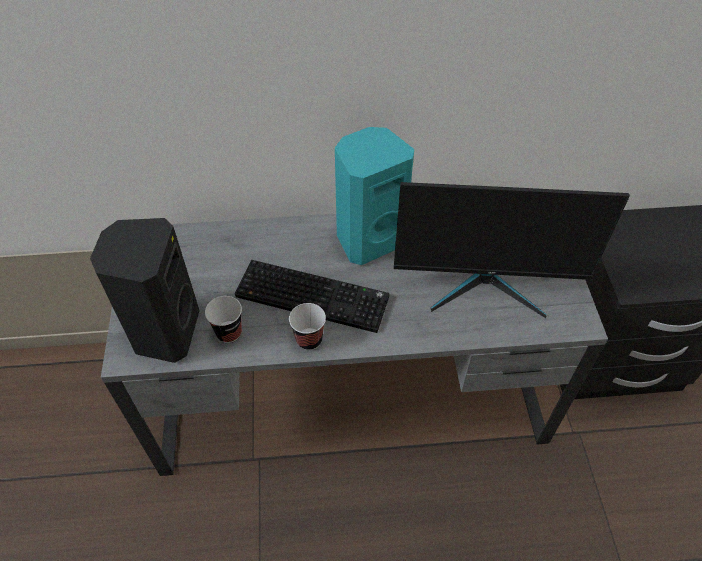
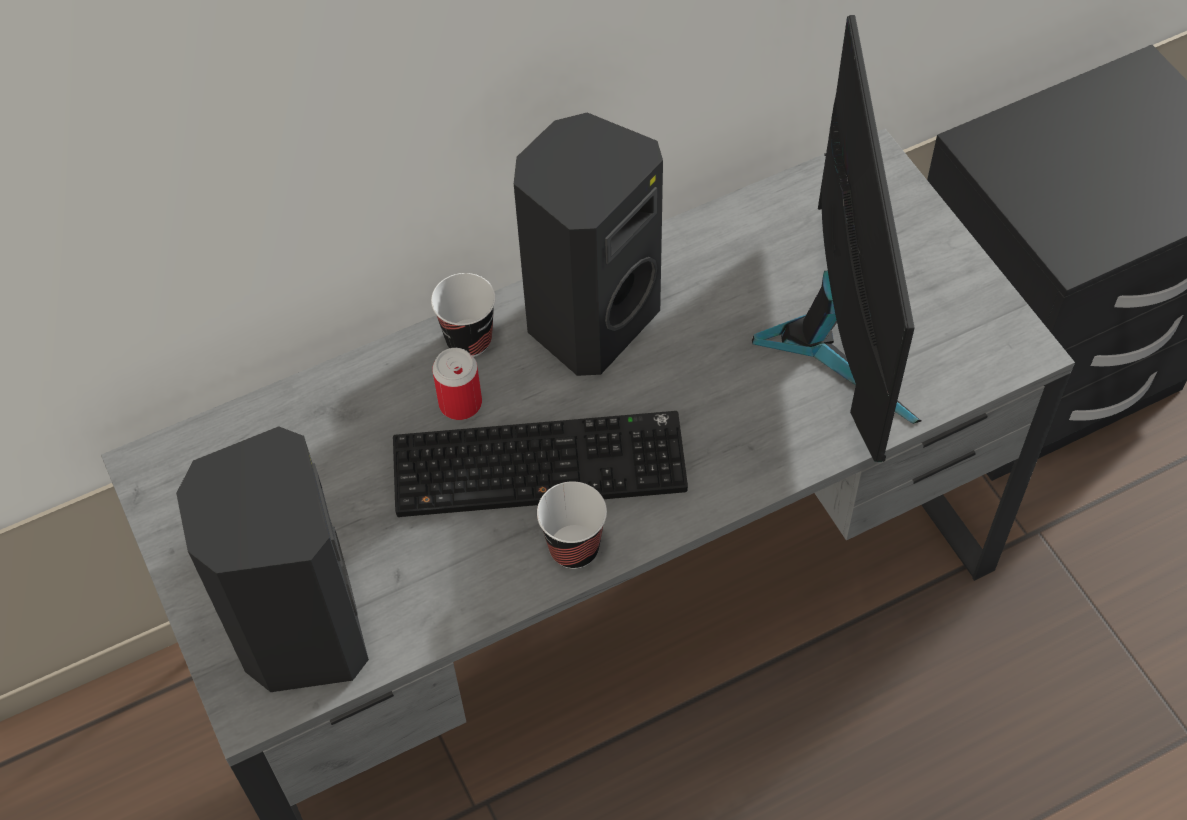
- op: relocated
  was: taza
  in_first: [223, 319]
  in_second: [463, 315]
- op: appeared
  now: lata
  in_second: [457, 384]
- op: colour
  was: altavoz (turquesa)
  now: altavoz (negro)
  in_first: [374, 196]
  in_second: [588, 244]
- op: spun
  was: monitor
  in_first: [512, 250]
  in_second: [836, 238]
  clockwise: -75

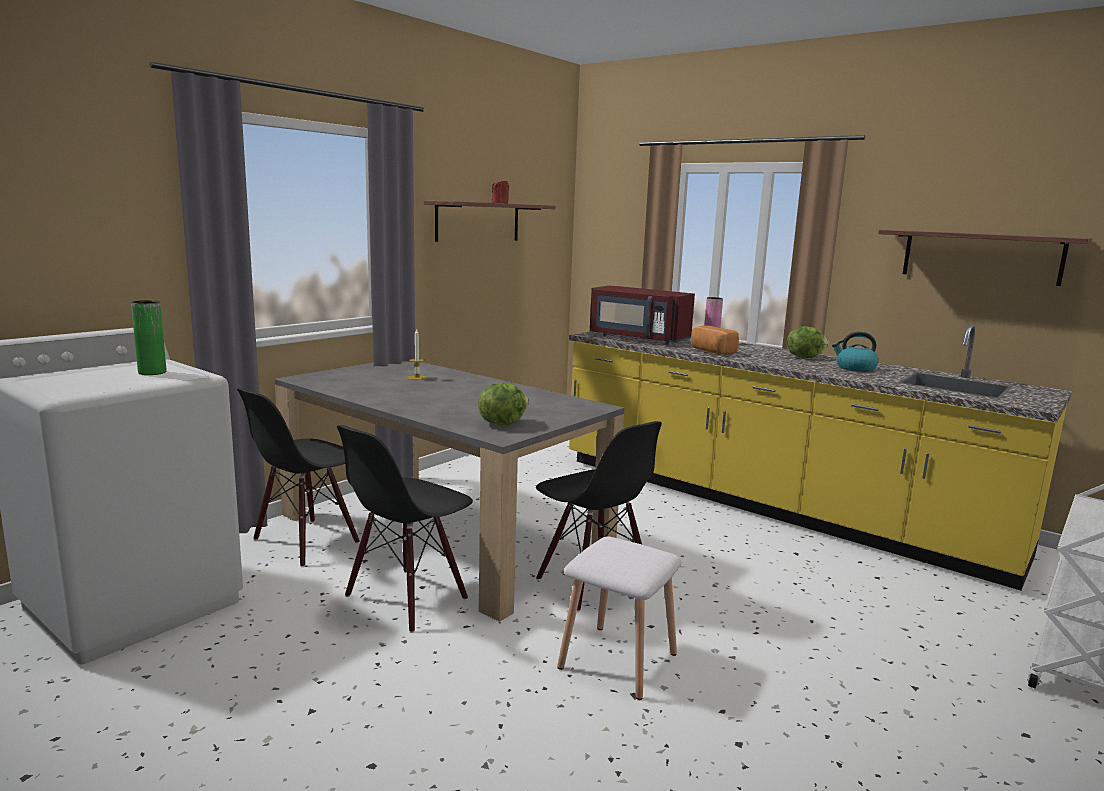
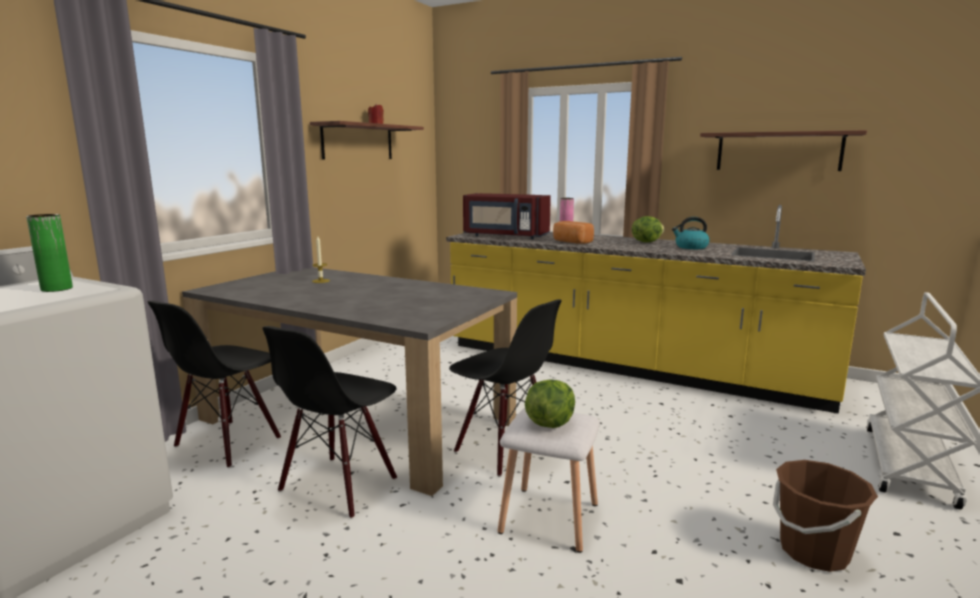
- op: relocated
  was: lechuga
  in_first: [503, 404]
  in_second: [550, 403]
- op: appeared
  now: cubo (marrón)
  in_second: [825, 516]

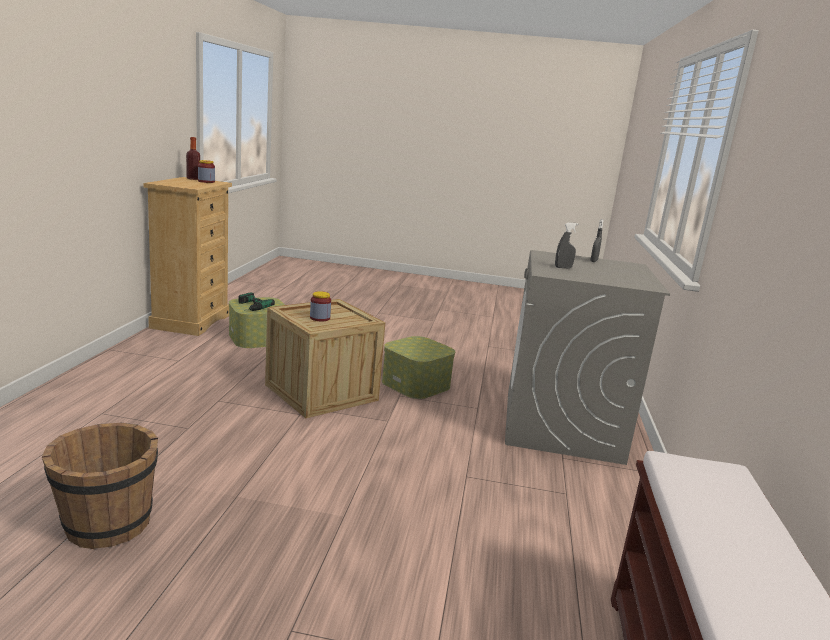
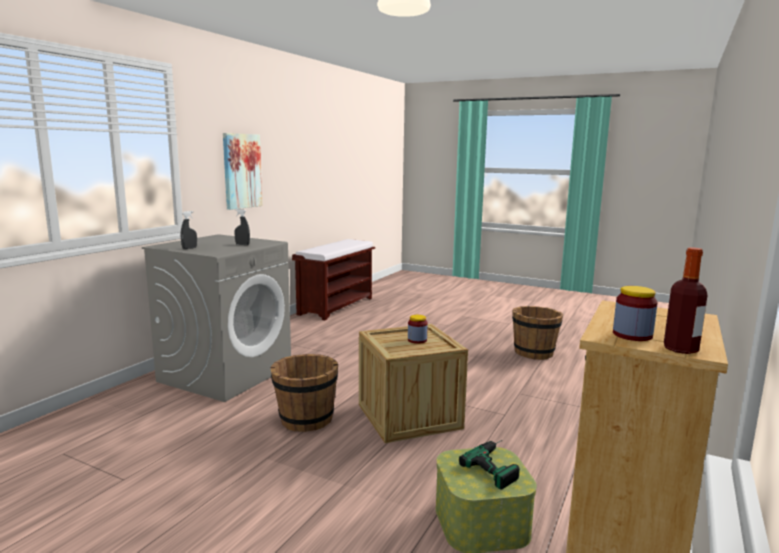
- op: appeared
  now: cuadro
  in_second: [243, 171]
- op: exchanged
  was: caja de almacenaje
  now: cubo (marrón)
  in_first: [418, 367]
  in_second: [304, 393]

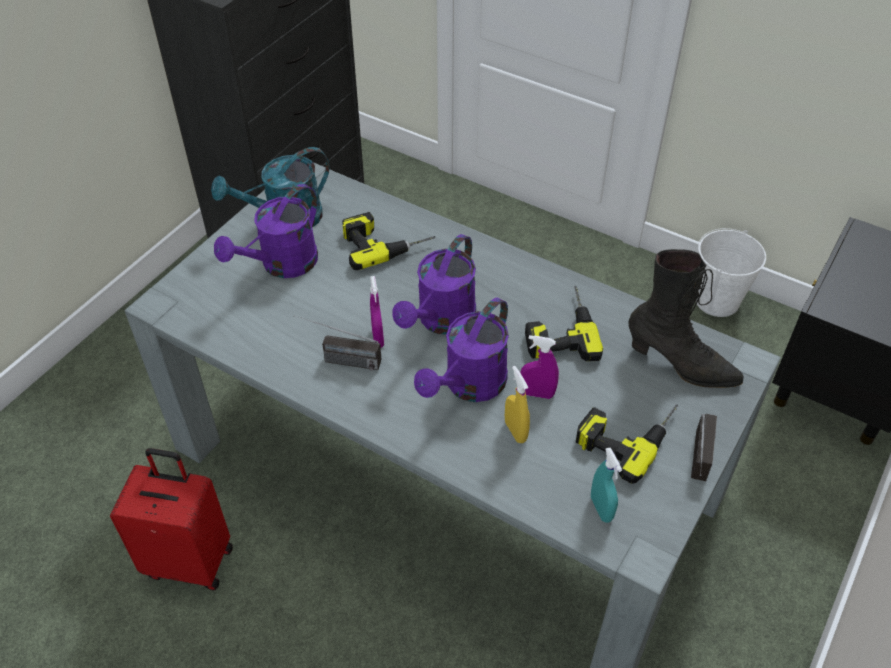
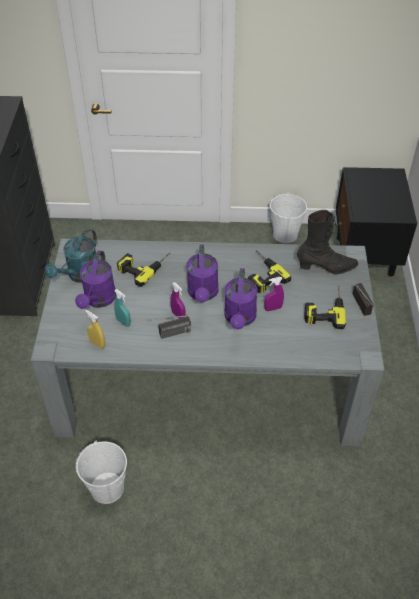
- op: exchanged
  was: maleta (rojo)
  now: cubo (blanco)
  in_first: [171, 519]
  in_second: [101, 472]
- op: relocated
  was: pulverizador (amarillo)
  in_first: [517, 404]
  in_second: [95, 329]
- op: relocated
  was: pulverizador (turquesa)
  in_first: [606, 485]
  in_second: [122, 308]

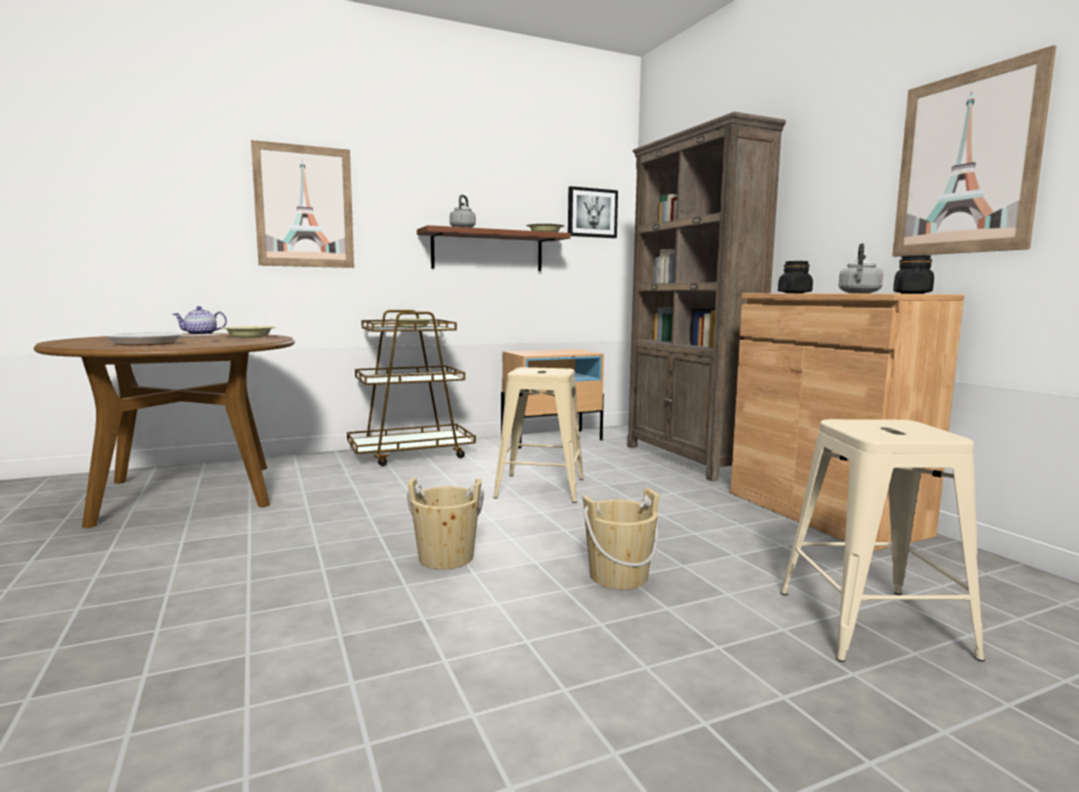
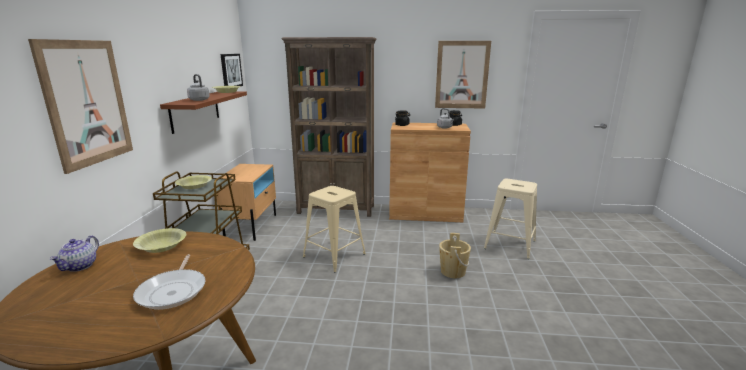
- op: missing
  was: cubo (beis)
  in_first: [445, 523]

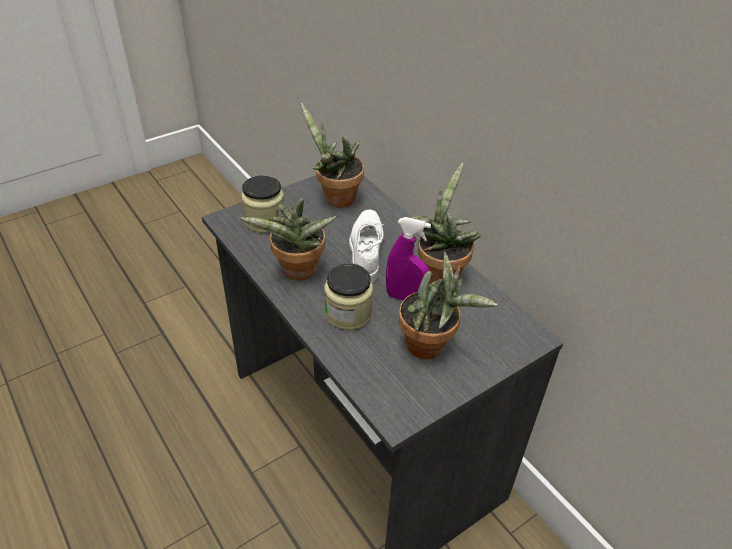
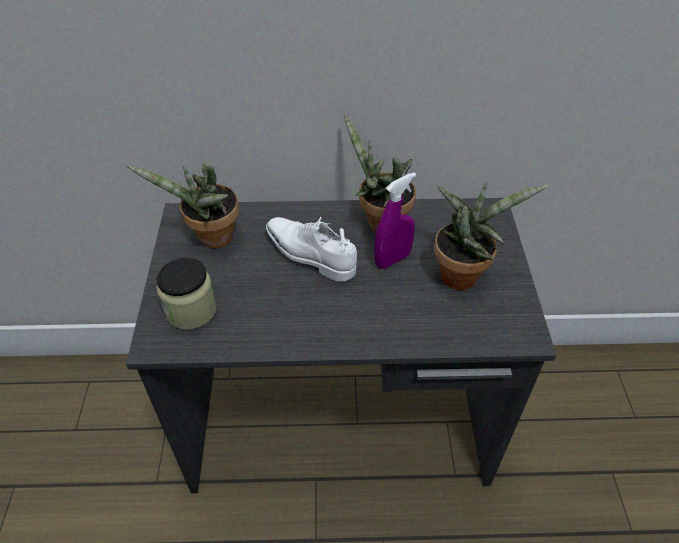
- op: missing
  was: planta en maceta
  in_first: [288, 239]
- op: missing
  was: tarro
  in_first: [349, 296]

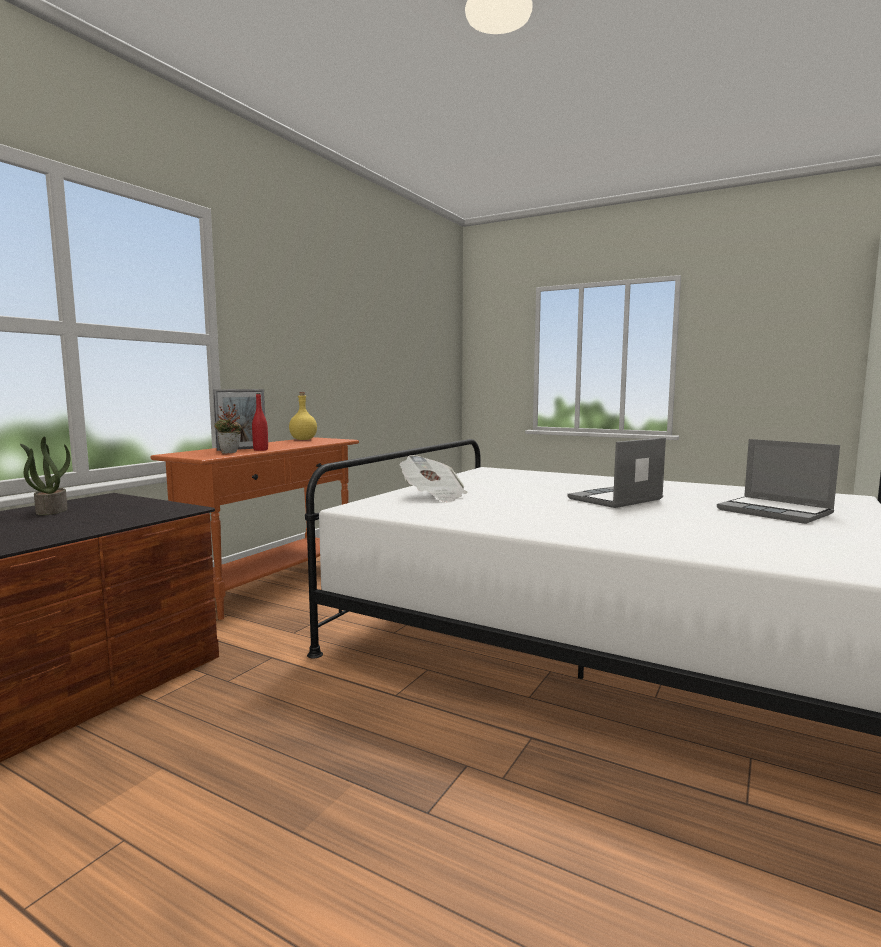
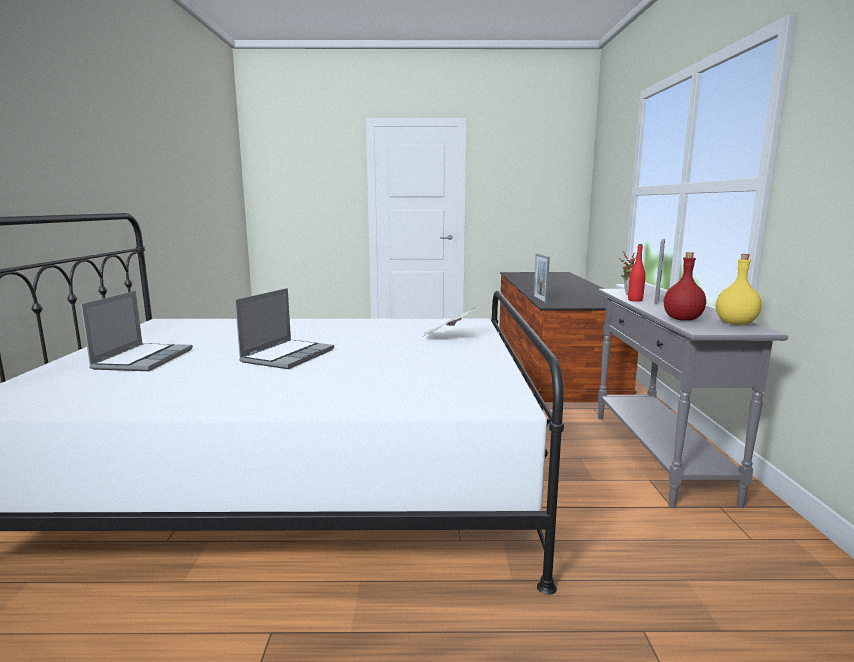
- op: spun
  was: portátil
  in_first: [778, 481]
  in_second: [136, 331]
  clockwise: 75
- op: appeared
  now: portarretratos
  in_second: [542, 278]
- op: colour
  was: mesa consola (naranja)
  now: mesa consola (gris)
  in_first: [254, 528]
  in_second: [693, 398]
- op: appeared
  now: botella (rojo)
  in_second: [685, 286]
- op: missing
  was: planta en maceta
  in_first: [45, 475]

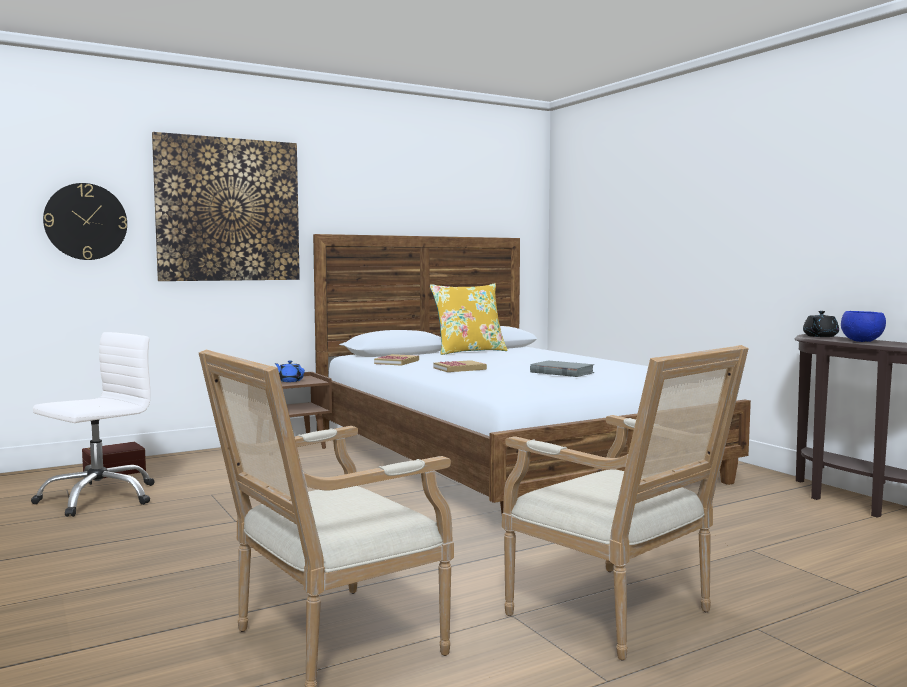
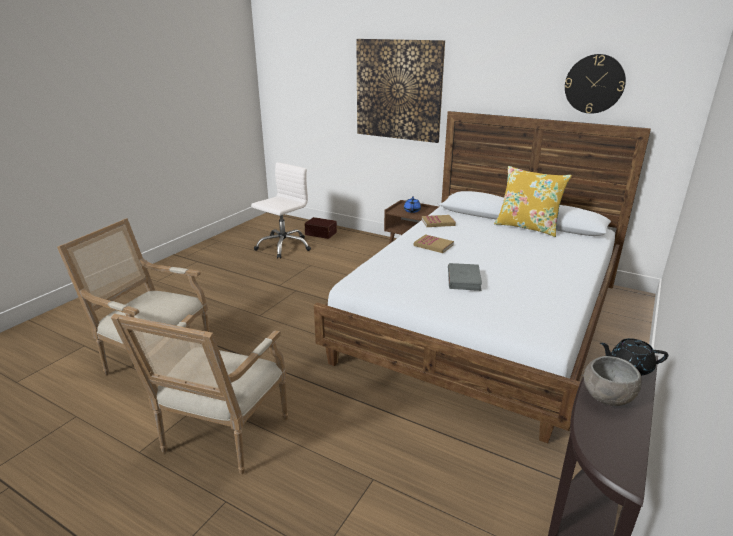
- op: spun
  was: silla de oficina (blanco)
  in_first: [92, 424]
  in_second: [281, 210]
  clockwise: -60
- op: relocated
  was: reloj de pared
  in_first: [85, 221]
  in_second: [595, 84]
- op: colour
  was: cuenco (azul)
  now: cuenco (gris)
  in_first: [863, 326]
  in_second: [613, 381]

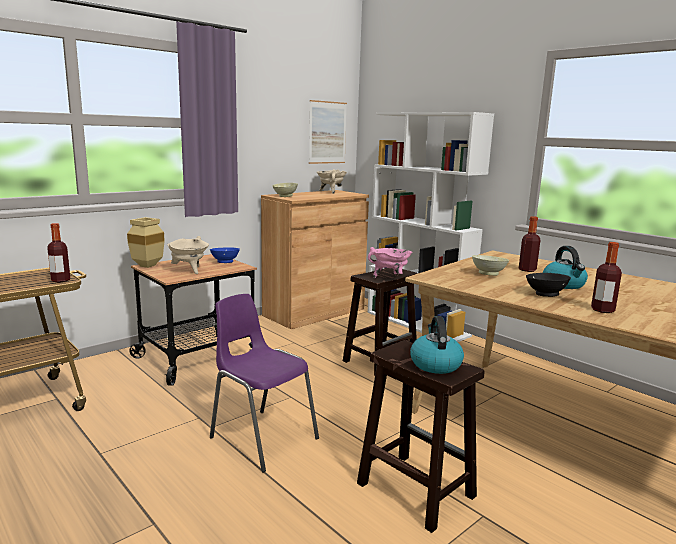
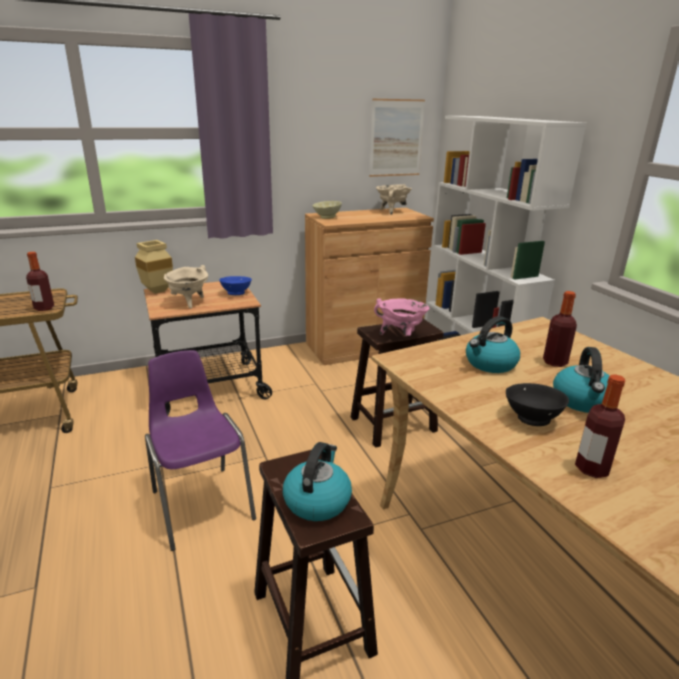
- op: exchanged
  was: cuenco (beis)
  now: hervidor
  in_first: [490, 265]
  in_second: [493, 344]

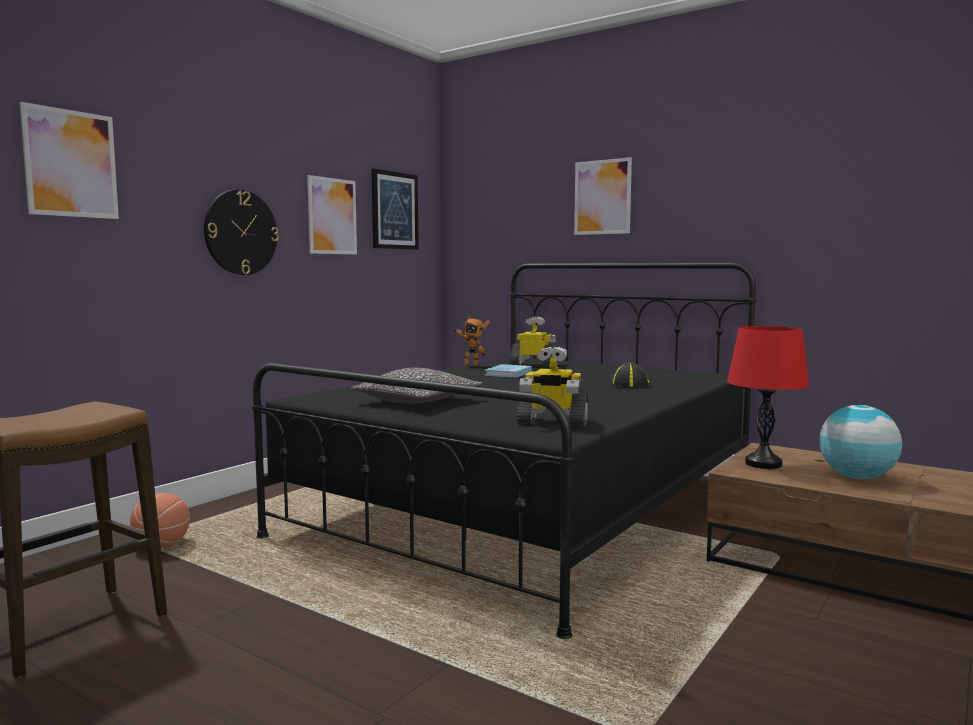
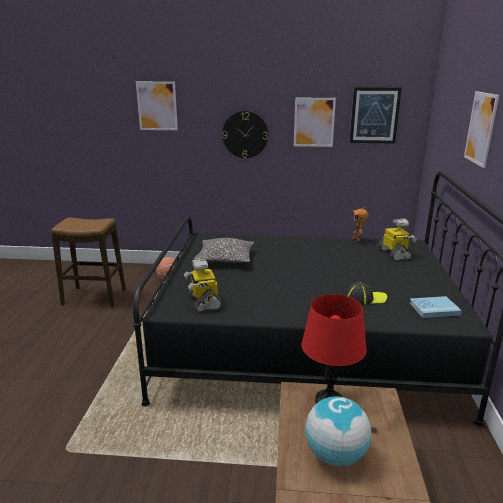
- op: relocated
  was: libro (azul)
  in_first: [508, 371]
  in_second: [435, 307]

